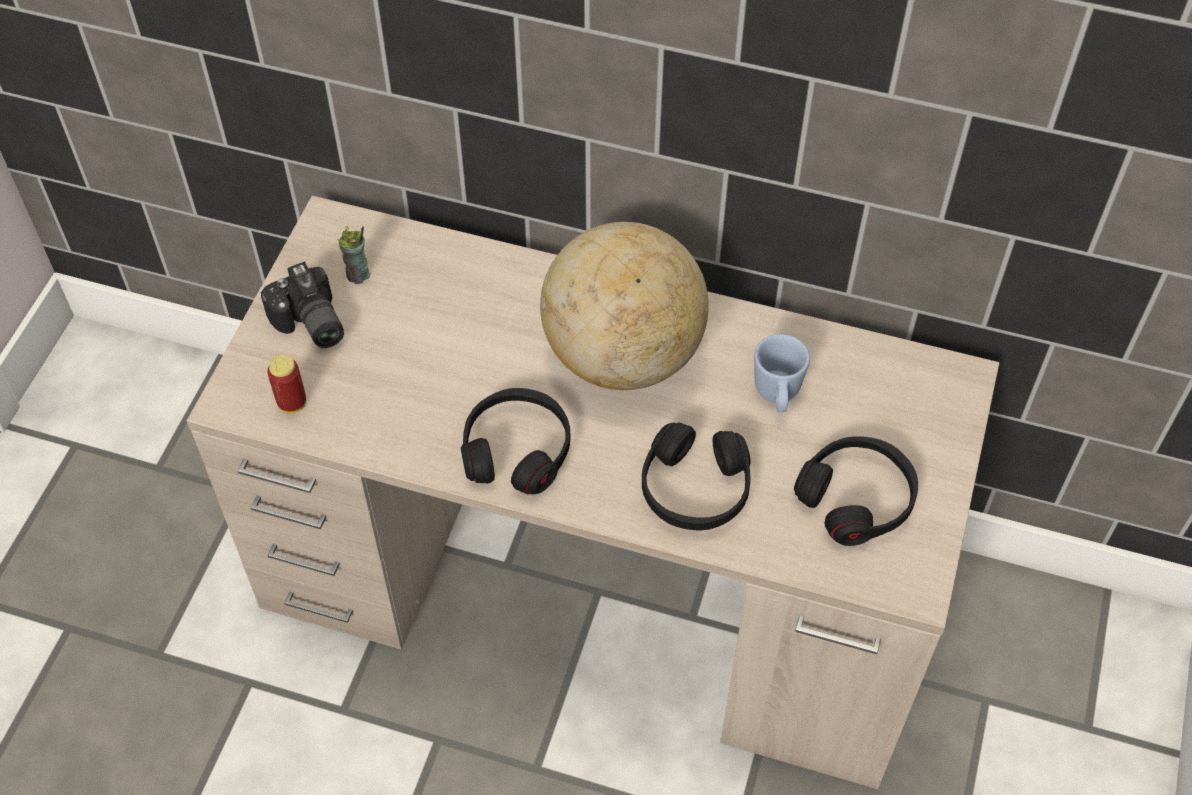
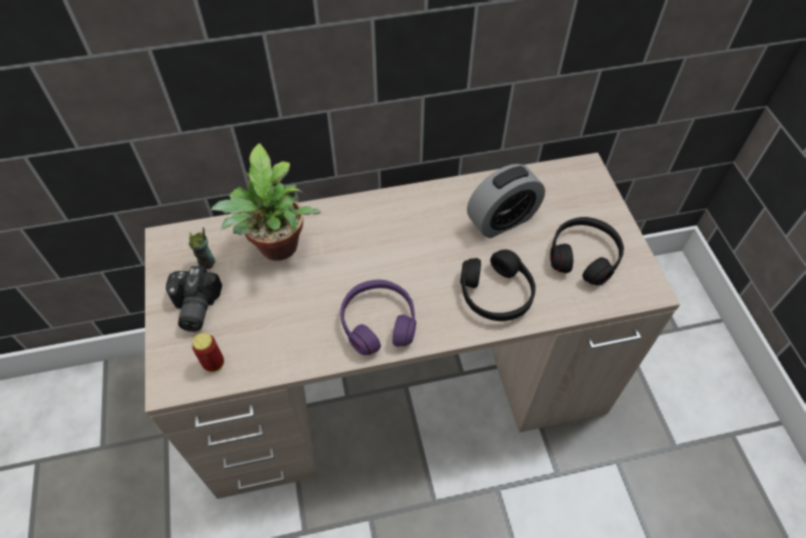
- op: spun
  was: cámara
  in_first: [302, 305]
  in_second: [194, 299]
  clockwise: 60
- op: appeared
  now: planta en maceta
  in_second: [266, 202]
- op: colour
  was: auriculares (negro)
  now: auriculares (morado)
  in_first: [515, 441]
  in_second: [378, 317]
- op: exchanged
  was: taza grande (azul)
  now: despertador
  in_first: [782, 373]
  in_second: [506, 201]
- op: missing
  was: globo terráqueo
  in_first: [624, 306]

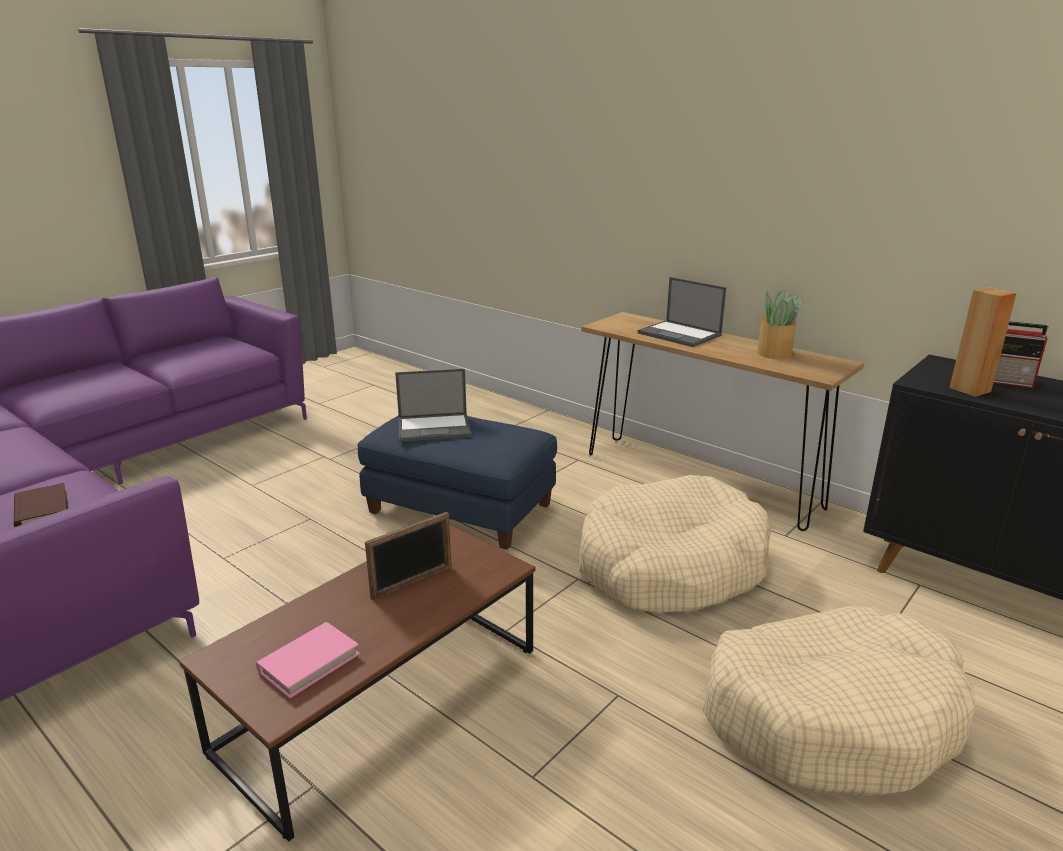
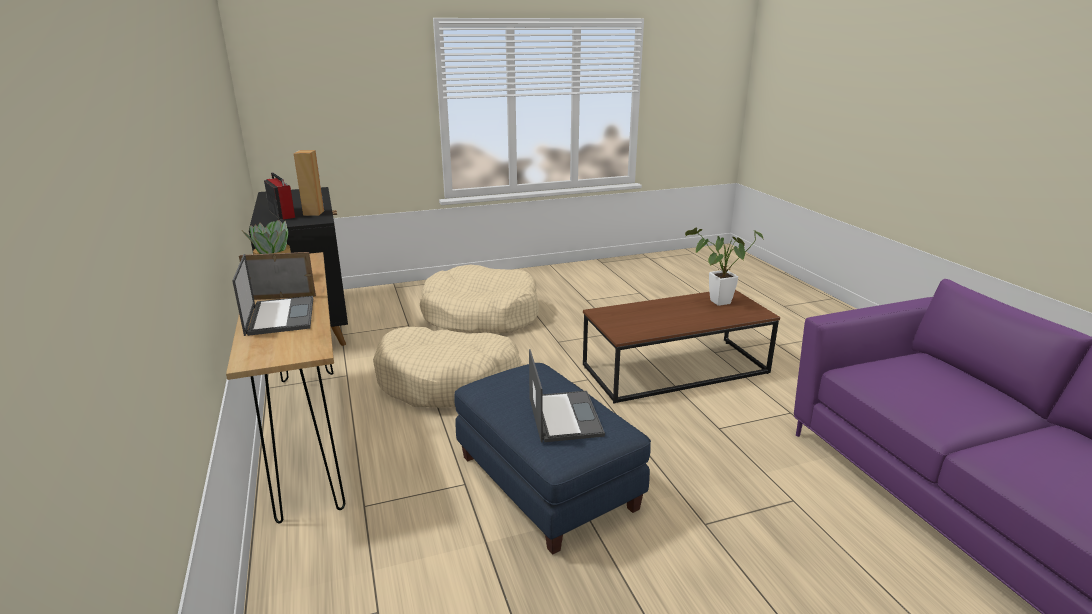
- op: relocated
  was: portarretratos
  in_first: [408, 556]
  in_second: [277, 276]
- op: spun
  was: portátil
  in_first: [433, 405]
  in_second: [567, 396]
  clockwise: 60
- op: exchanged
  was: libro (rosa)
  now: planta en maceta
  in_first: [308, 660]
  in_second: [724, 266]
- op: missing
  was: libro (marrón)
  in_first: [41, 505]

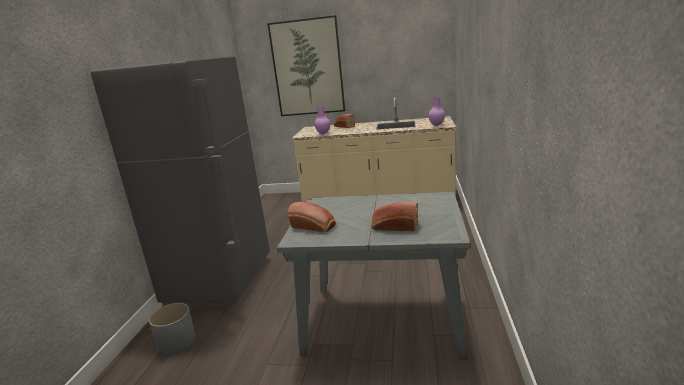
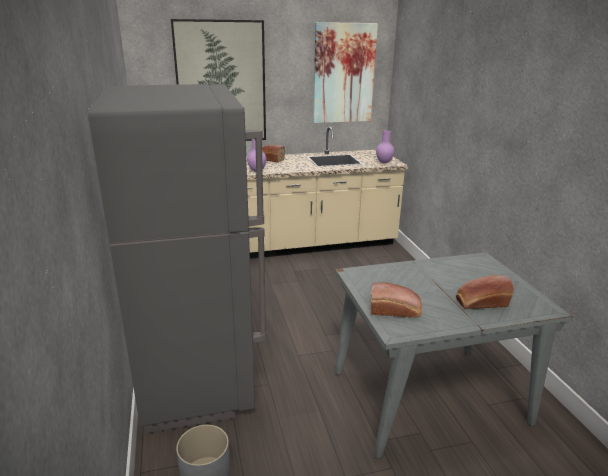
- op: appeared
  now: cuadro
  in_second: [345, 72]

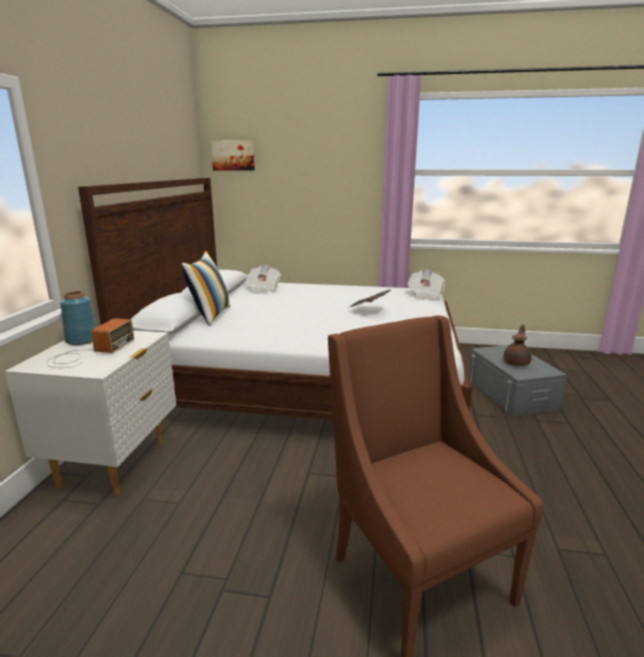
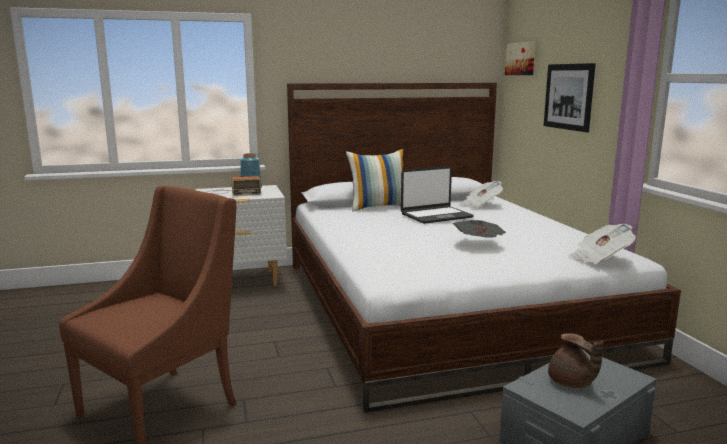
- op: appeared
  now: portátil
  in_second: [437, 195]
- op: appeared
  now: cuadro
  in_second: [570, 97]
- op: spun
  was: tetera (marrón)
  in_first: [517, 345]
  in_second: [575, 360]
  clockwise: 60

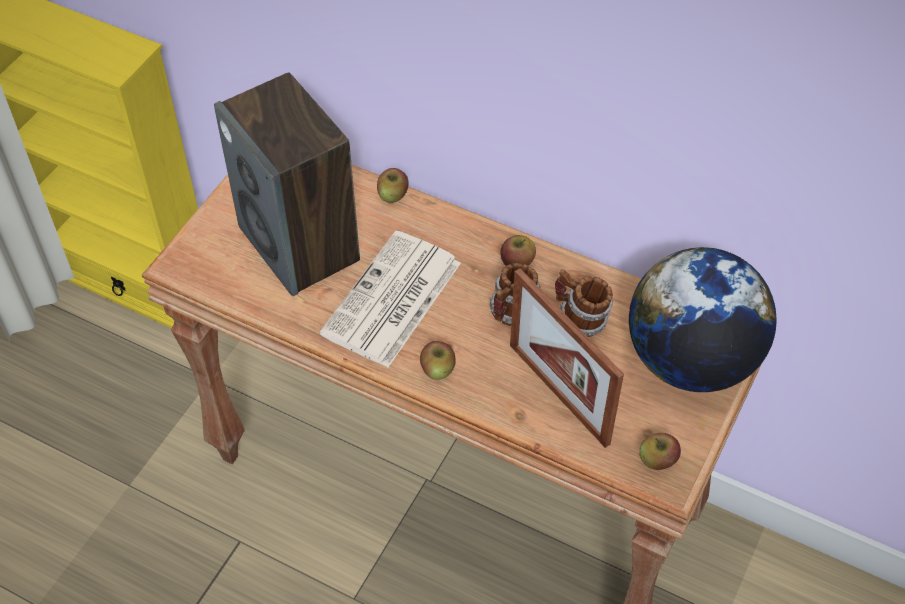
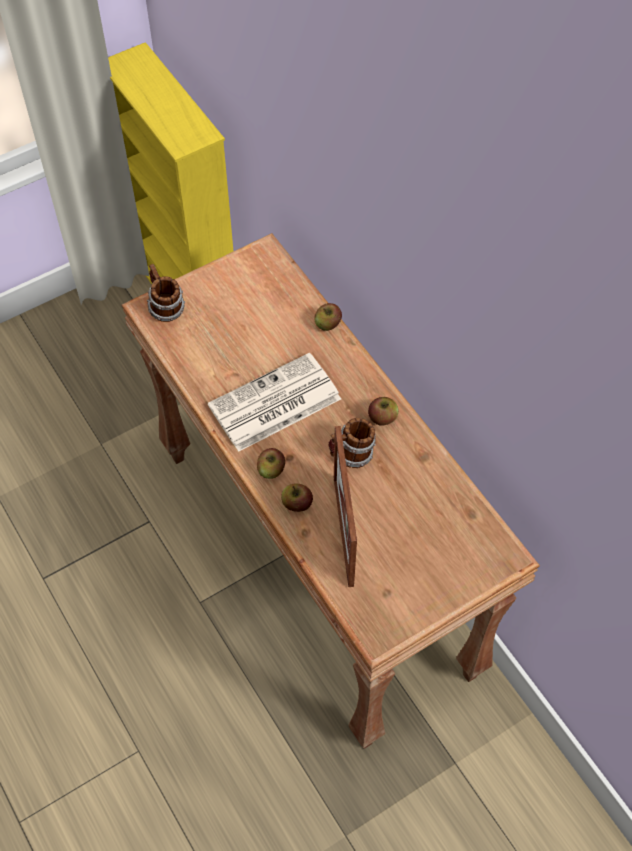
- op: relocated
  was: taza grande
  in_first: [584, 303]
  in_second: [166, 293]
- op: relocated
  was: manzana
  in_first: [660, 451]
  in_second: [297, 497]
- op: missing
  was: altavoz
  in_first: [287, 184]
- op: missing
  was: globo terráqueo
  in_first: [703, 319]

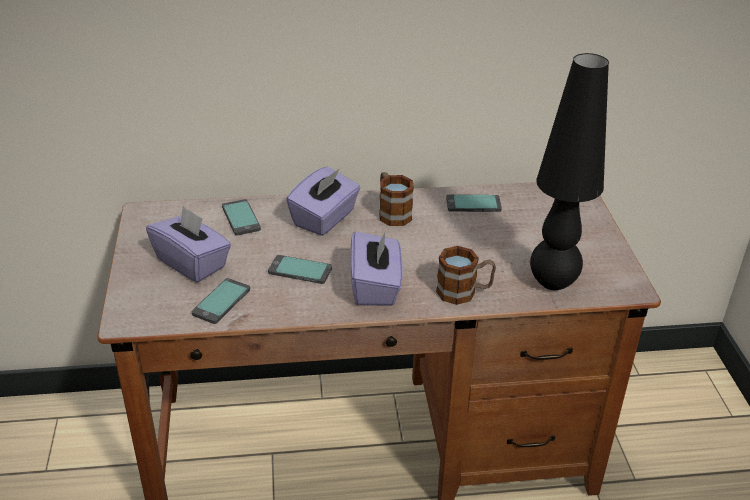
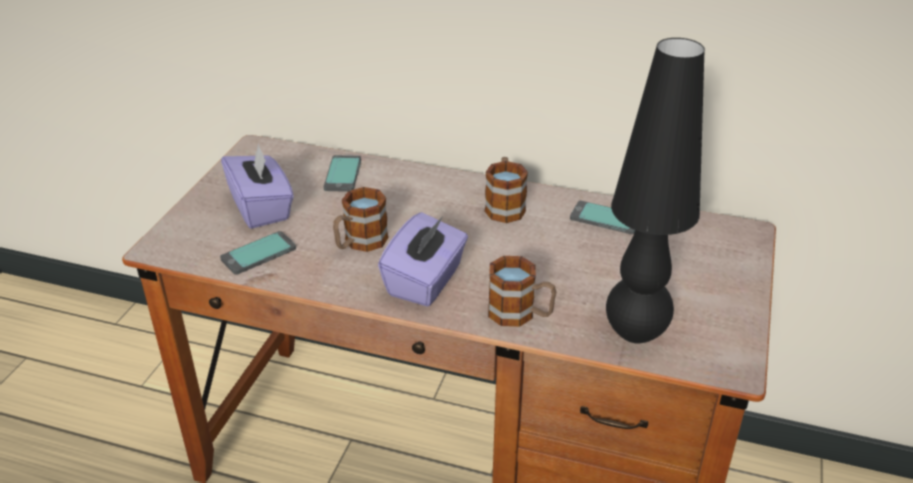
- op: exchanged
  was: móvil
  now: taza grande
  in_first: [300, 269]
  in_second: [361, 219]
- op: missing
  was: caja de pañuelos (morado)
  in_first: [323, 201]

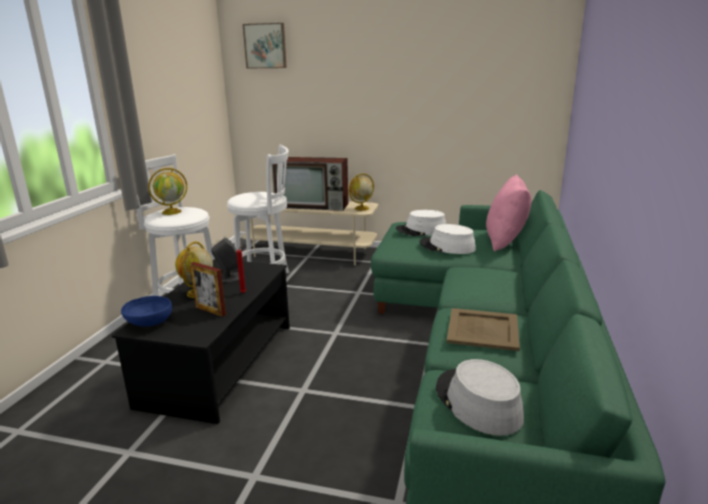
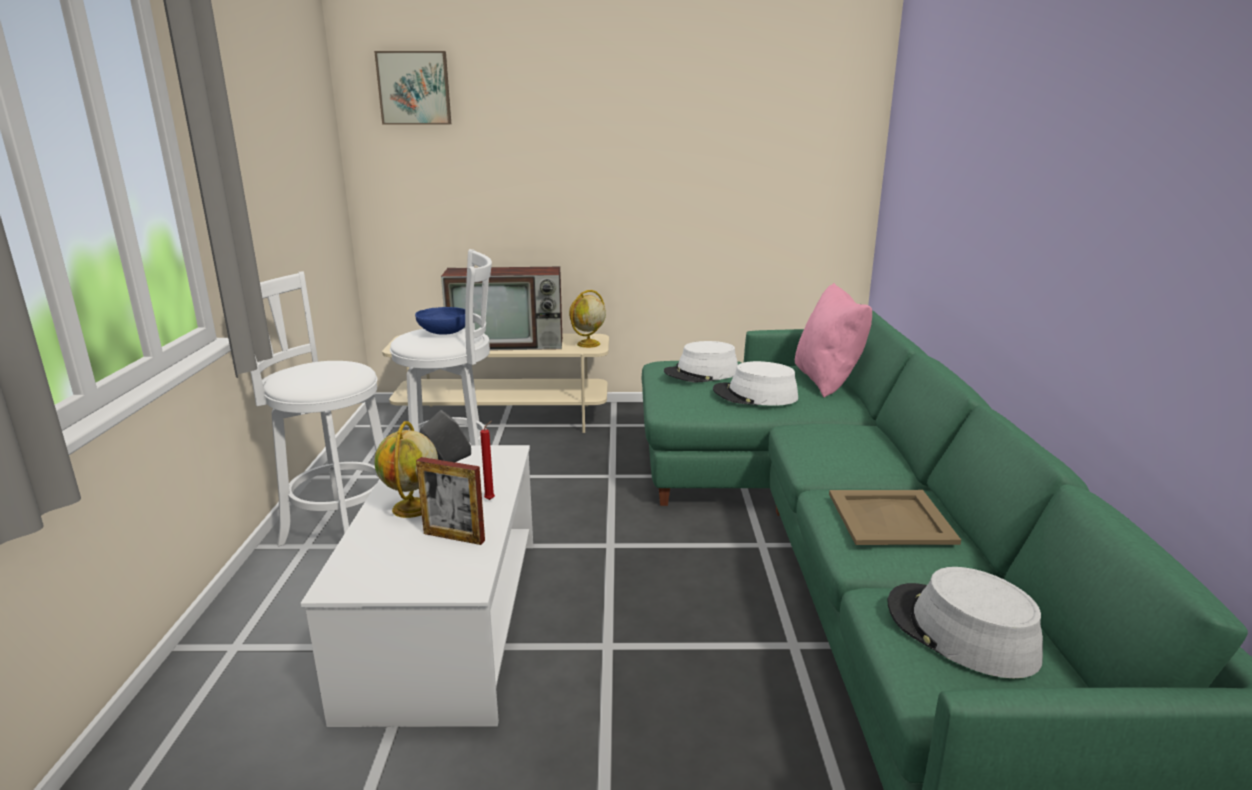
- op: colour
  was: mesa de centro (negro)
  now: mesa de centro (blanco)
  in_first: [201, 341]
  in_second: [417, 586]
- op: relocated
  was: cuenco (azul)
  in_first: [146, 311]
  in_second: [440, 321]
- op: missing
  was: globo terráqueo
  in_first: [167, 191]

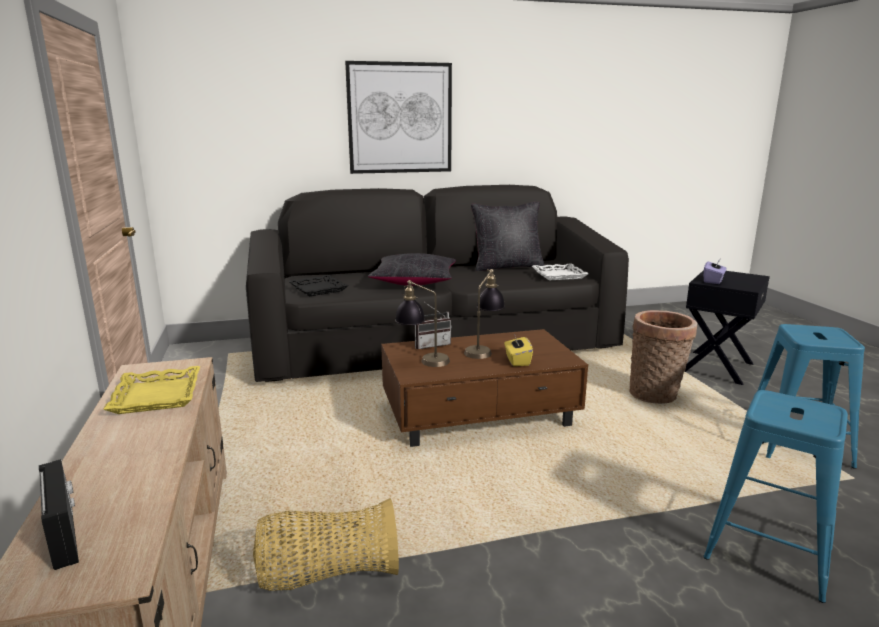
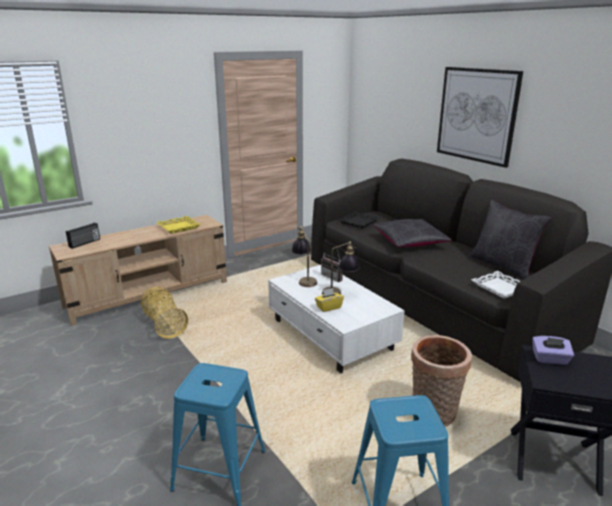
- op: colour
  was: mesa de centro (marrón)
  now: mesa de centro (blanco)
  in_first: [484, 388]
  in_second: [336, 319]

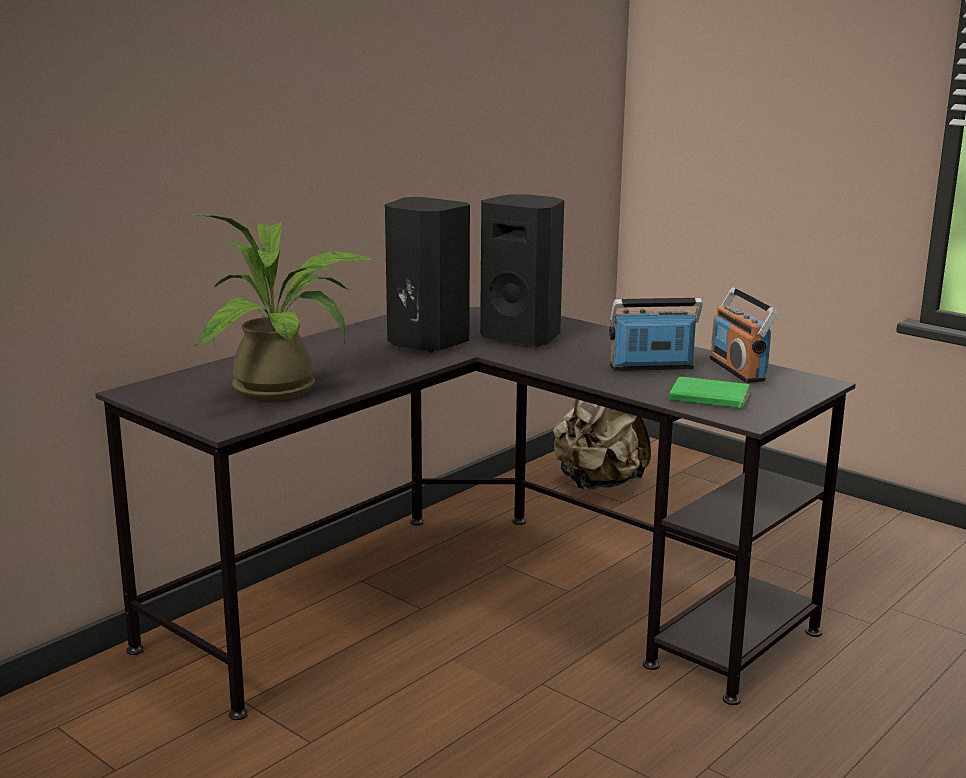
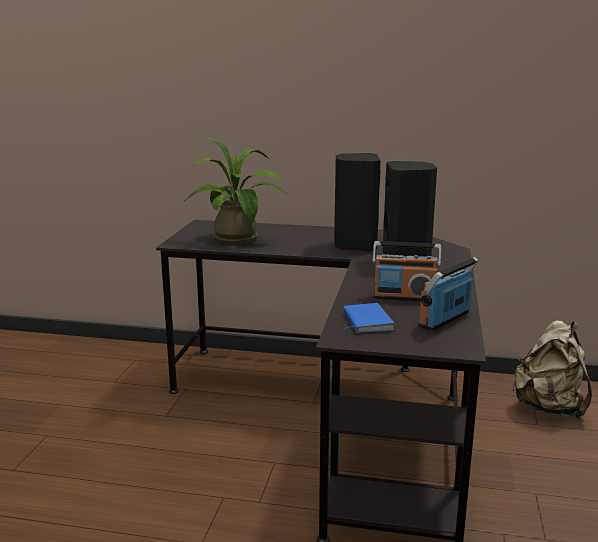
- op: colour
  was: libro (verde)
  now: libro (azul)
  in_first: [710, 393]
  in_second: [368, 318]
- op: spun
  was: radio
  in_first: [656, 334]
  in_second: [406, 271]
  clockwise: 135

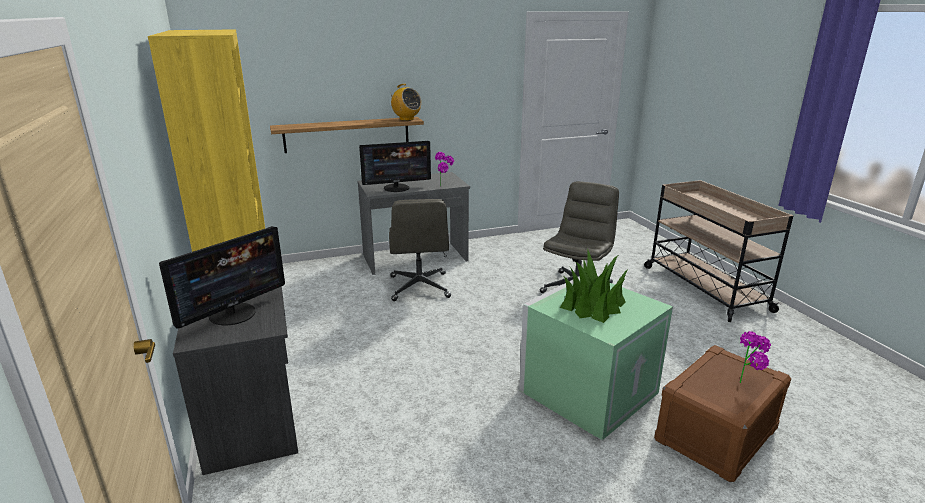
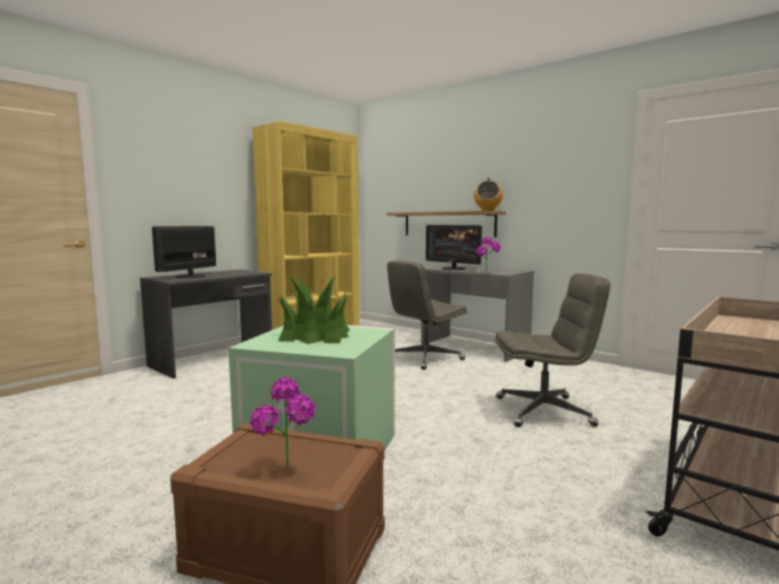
- op: spun
  was: monitor
  in_first: [222, 277]
  in_second: [184, 252]
  clockwise: 105

